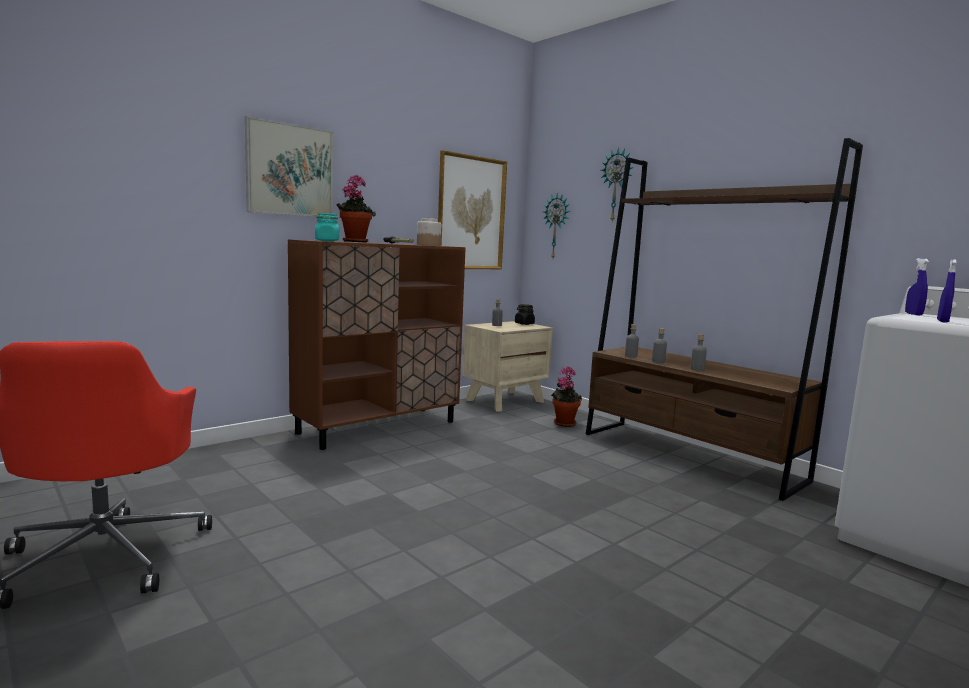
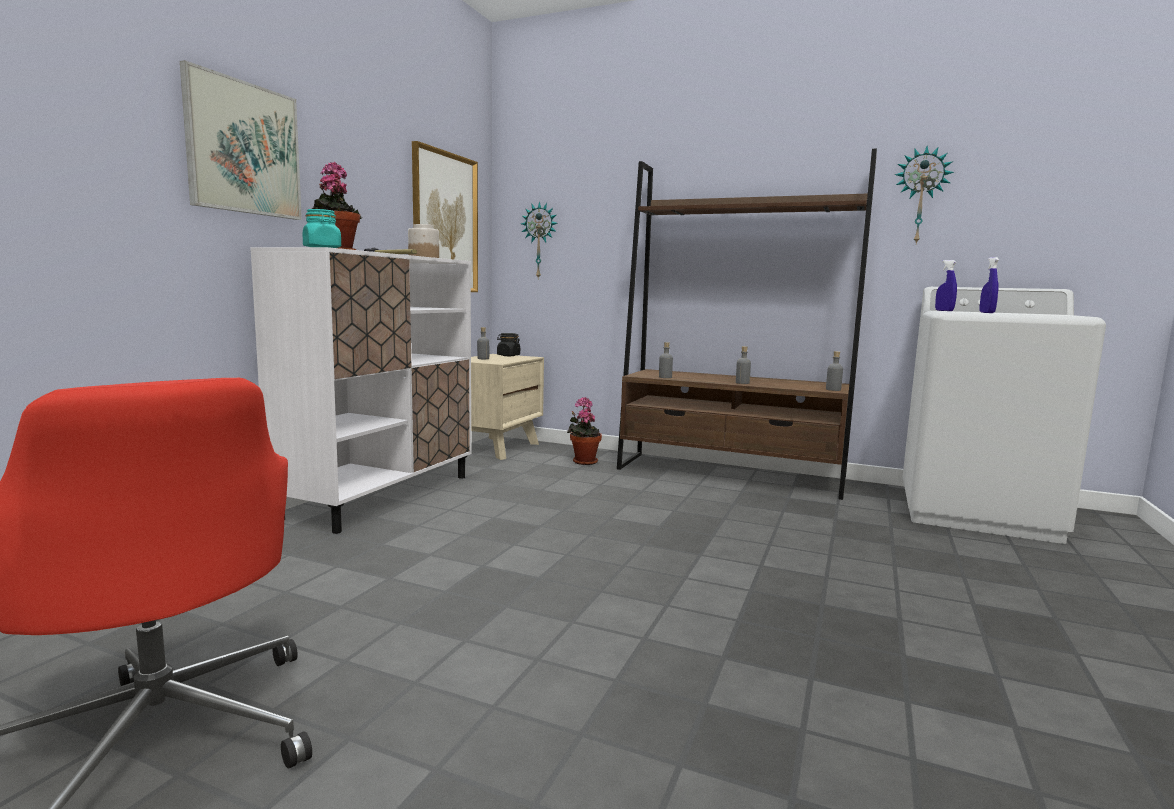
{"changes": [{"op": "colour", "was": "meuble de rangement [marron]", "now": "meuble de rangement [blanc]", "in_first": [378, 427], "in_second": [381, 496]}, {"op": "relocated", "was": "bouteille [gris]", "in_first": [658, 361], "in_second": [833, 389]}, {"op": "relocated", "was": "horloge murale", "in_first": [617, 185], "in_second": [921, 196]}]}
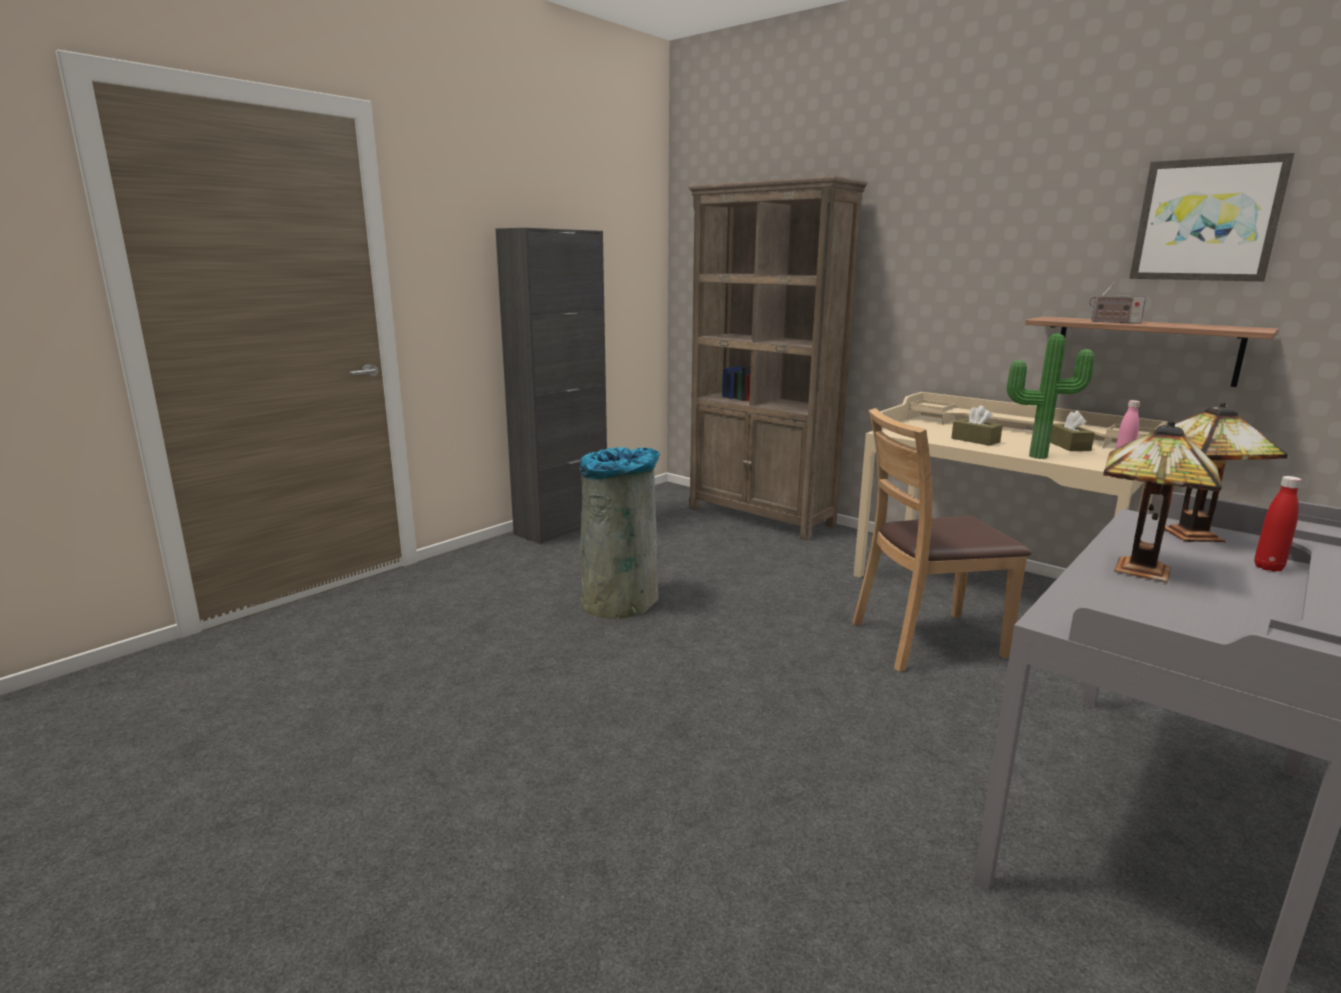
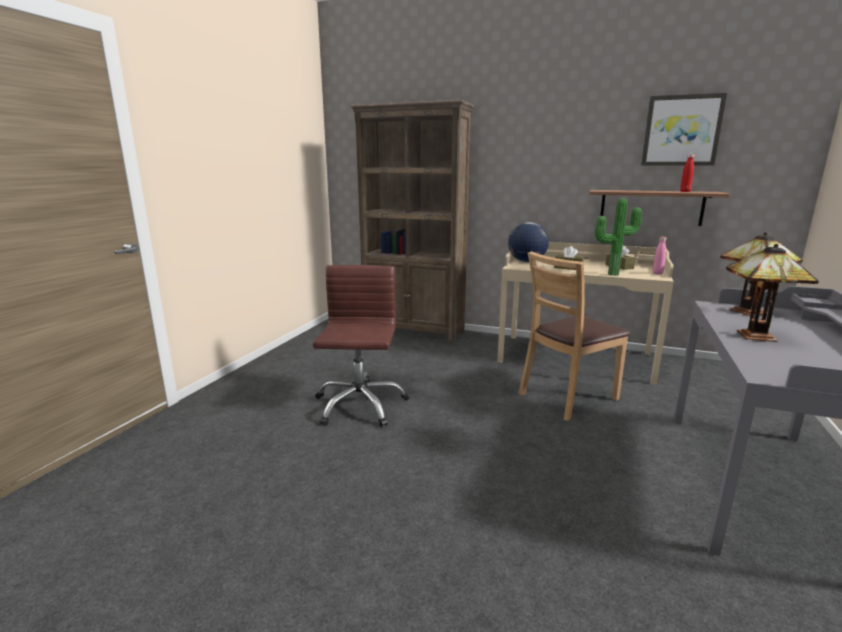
{"changes": [{"op": "exchanged", "was": "poubelle [gris]", "now": "chaise de bureau [marron]", "in_first": [620, 600], "in_second": [359, 405]}, {"op": "appeared", "now": "globe", "in_second": [526, 261]}, {"op": "relocated", "was": "bouteille [rouge]", "in_first": [1268, 567], "in_second": [685, 191]}, {"op": "missing", "was": "meuble de rangement [noir]", "in_first": [562, 527]}, {"op": "missing", "was": "radio", "in_first": [1113, 322]}]}
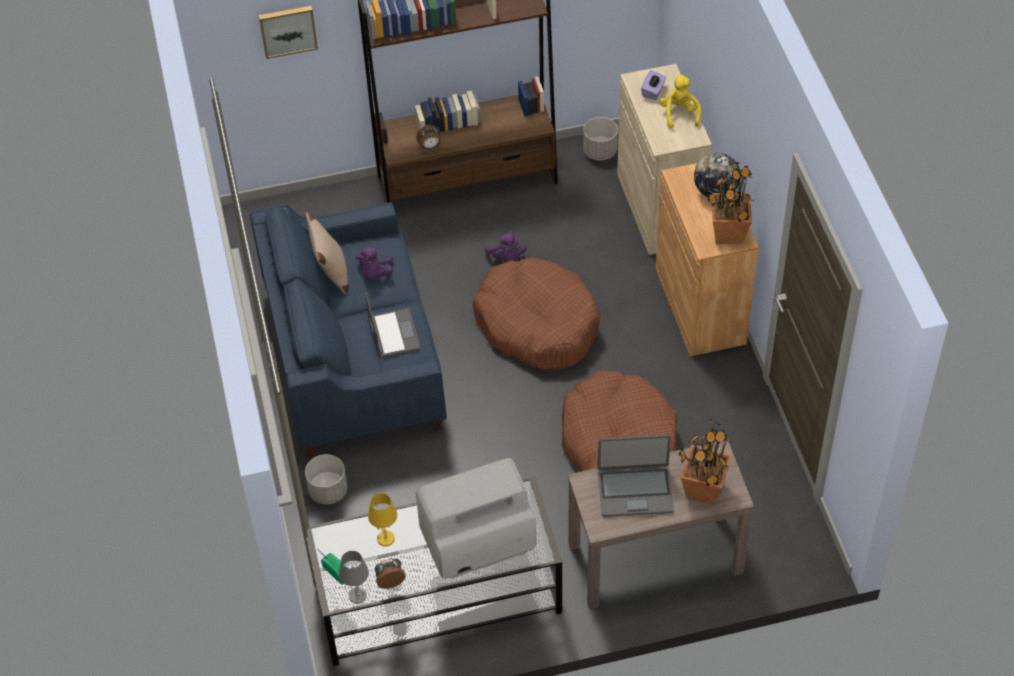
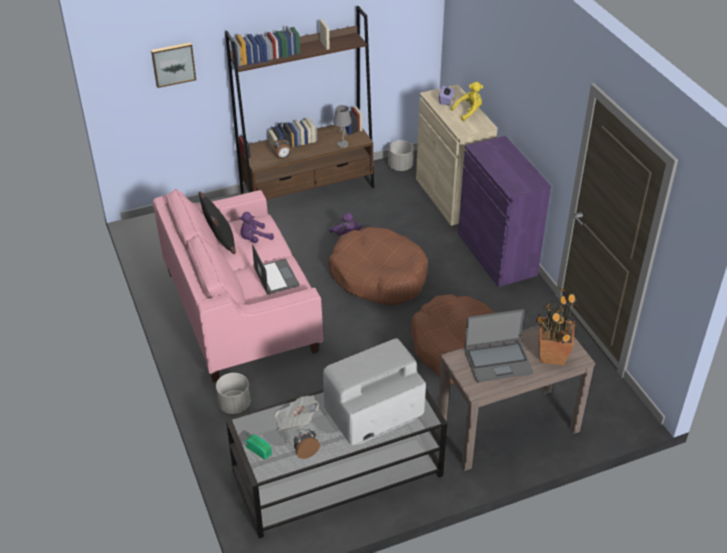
{"changes": [{"op": "colour", "was": "canapé [bleu]", "now": "canapé [rose]", "in_first": [353, 360], "in_second": [241, 311]}, {"op": "colour", "was": "coussin [beige]", "now": "coussin [noir]", "in_first": [331, 274], "in_second": [220, 242]}, {"op": "spun", "was": "peluche [violet]", "in_first": [375, 273], "in_second": [254, 239], "clockwise": 60}, {"op": "exchanged", "was": "lampe de table [jaune]", "now": "journal", "in_first": [385, 539], "in_second": [296, 421]}, {"op": "relocated", "was": "lampe de table [gris]", "in_first": [357, 595], "in_second": [342, 144]}, {"op": "spun", "was": "peluche [jaune]", "in_first": [679, 114], "in_second": [469, 112], "clockwise": 75}, {"op": "colour", "was": "meuble de rangement [marron]", "now": "meuble de rangement [violet]", "in_first": [700, 306], "in_second": [496, 254]}, {"op": "missing", "was": "globe", "in_first": [715, 192]}, {"op": "missing", "was": "plante en pot", "in_first": [728, 234]}]}
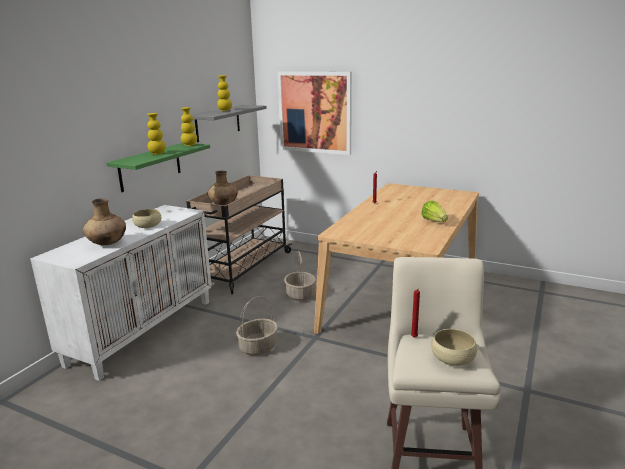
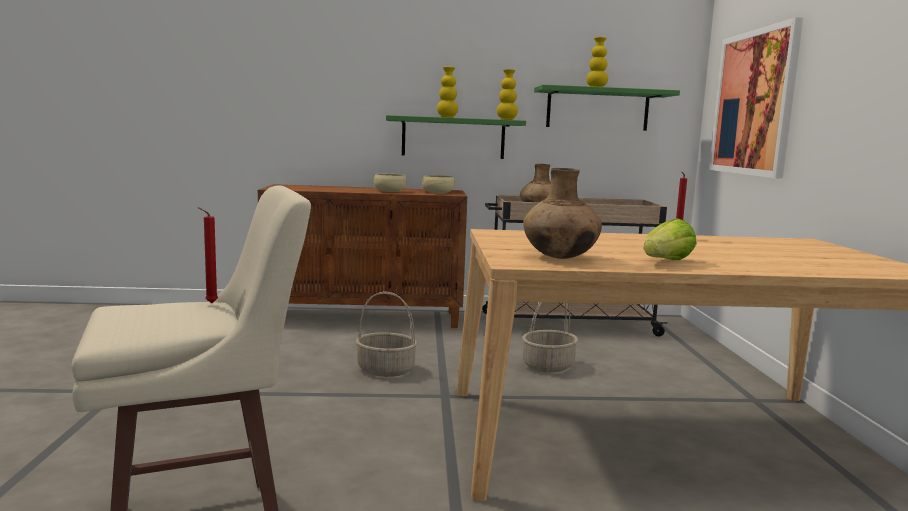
{"changes": [{"op": "colour", "was": "meuble de rangement [blanc]", "now": "meuble de rangement [marron]", "in_first": [143, 330], "in_second": [366, 317]}, {"op": "relocated", "was": "bol [beige]", "in_first": [452, 358], "in_second": [437, 192]}, {"op": "relocated", "was": "vase [marron]", "in_first": [107, 243], "in_second": [560, 257]}, {"op": "colour", "was": "étagère [gris]", "now": "étagère [vert]", "in_first": [218, 123], "in_second": [597, 109]}]}
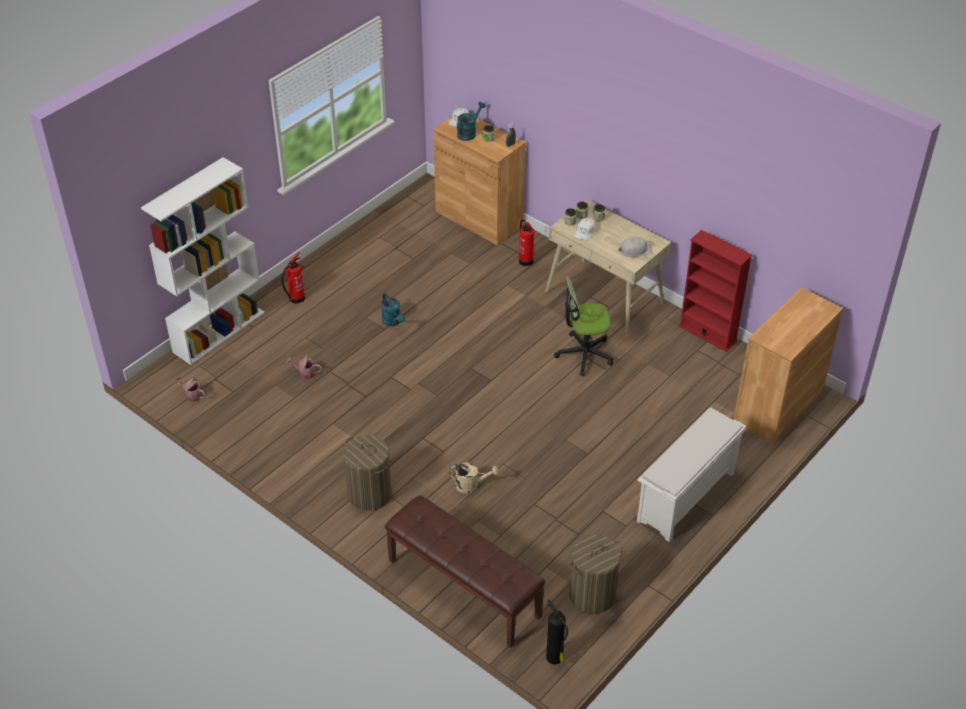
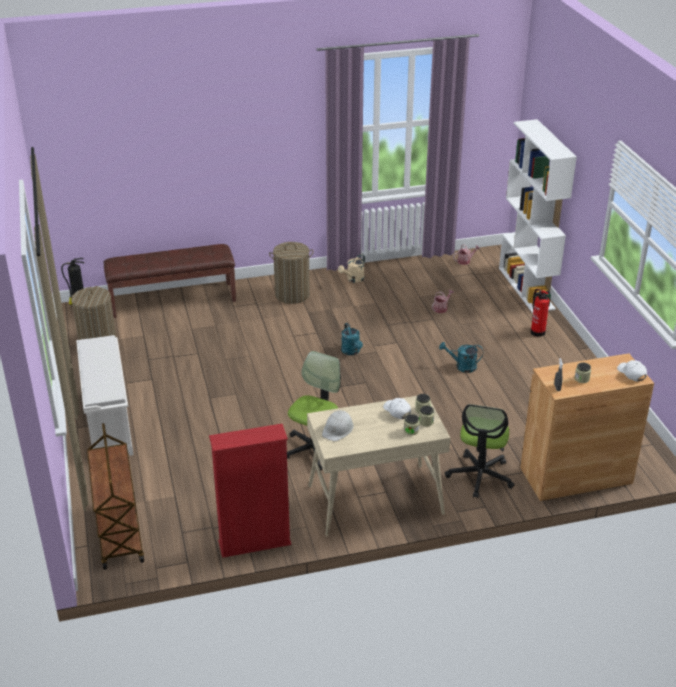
{"changes": [{"op": "exchanged", "was": "meuble de rangement [marron]", "now": "chariot [marron]", "in_first": [778, 407], "in_second": [118, 532]}, {"op": "relocated", "was": "arrosoir [beige]", "in_first": [471, 485], "in_second": [353, 279]}, {"op": "relocated", "was": "arrosoir [turquoise]", "in_first": [469, 133], "in_second": [352, 352]}, {"op": "exchanged", "was": "extincteur", "now": "chaise de bureau", "in_first": [525, 260], "in_second": [480, 476]}]}
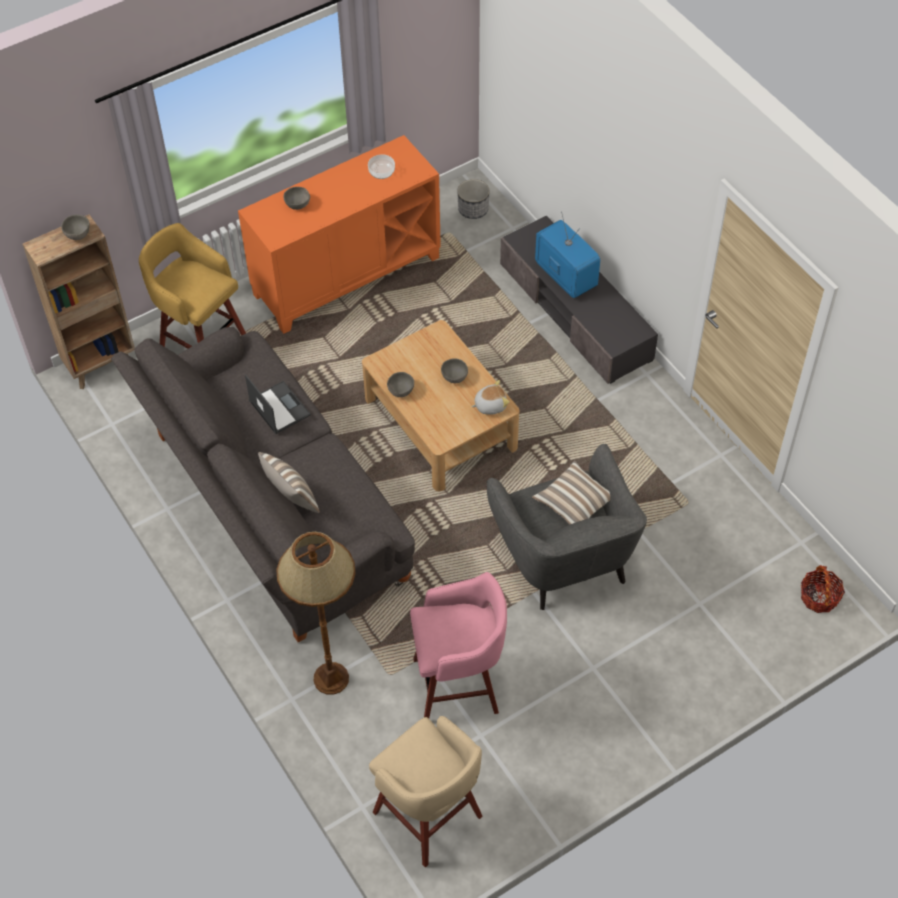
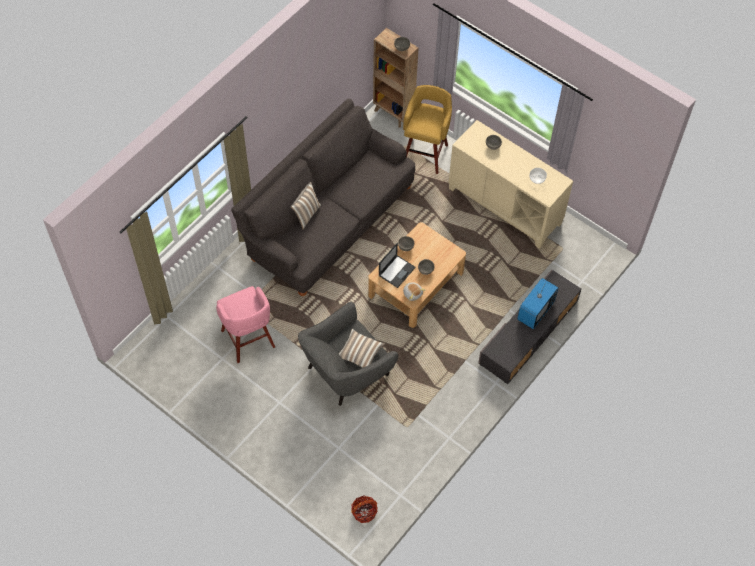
{"changes": [{"op": "relocated", "was": "ordinateur portable", "in_first": [279, 407], "in_second": [397, 271]}, {"op": "colour", "was": "meuble de rangement [orange]", "now": "meuble de rangement [beige]", "in_first": [346, 275], "in_second": [505, 206]}, {"op": "missing", "was": "lampadaire [marron]", "in_first": [331, 678]}, {"op": "missing", "was": "tabouret [beige]", "in_first": [429, 817]}, {"op": "missing", "was": "cache-pot", "in_first": [473, 209]}]}
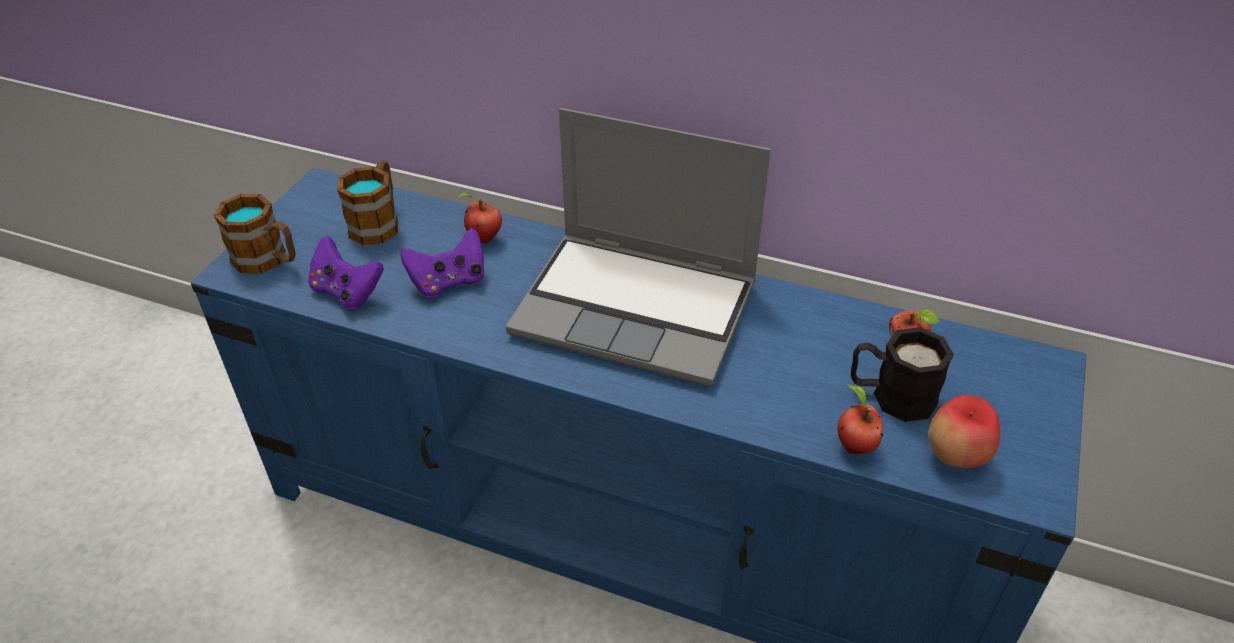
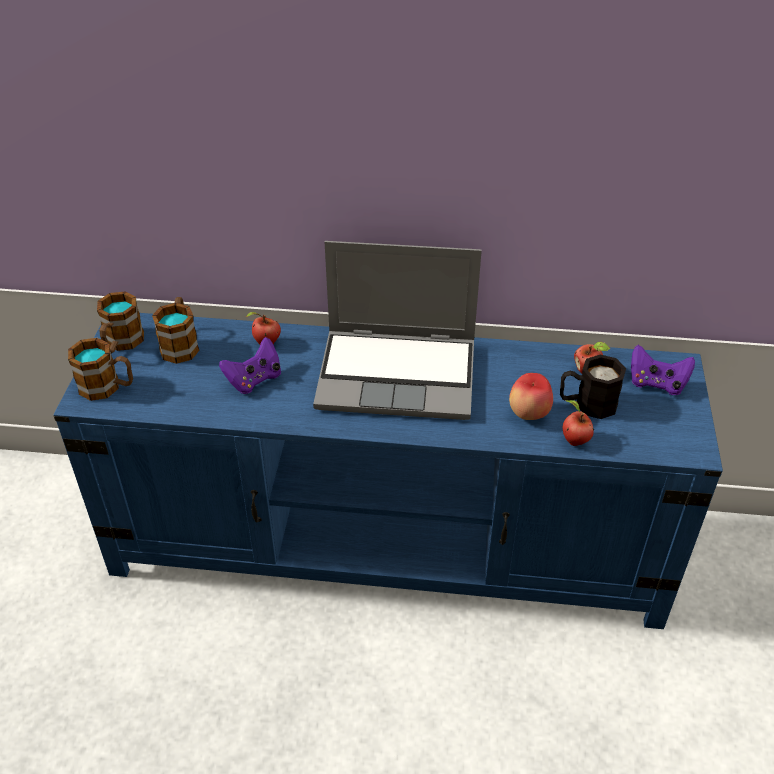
{"changes": [{"op": "appeared", "now": "mug", "in_second": [121, 343]}, {"op": "relocated", "was": "pomme", "in_first": [956, 457], "in_second": [528, 414]}, {"op": "relocated", "was": "manette [violet]", "in_first": [347, 292], "in_second": [656, 383]}]}
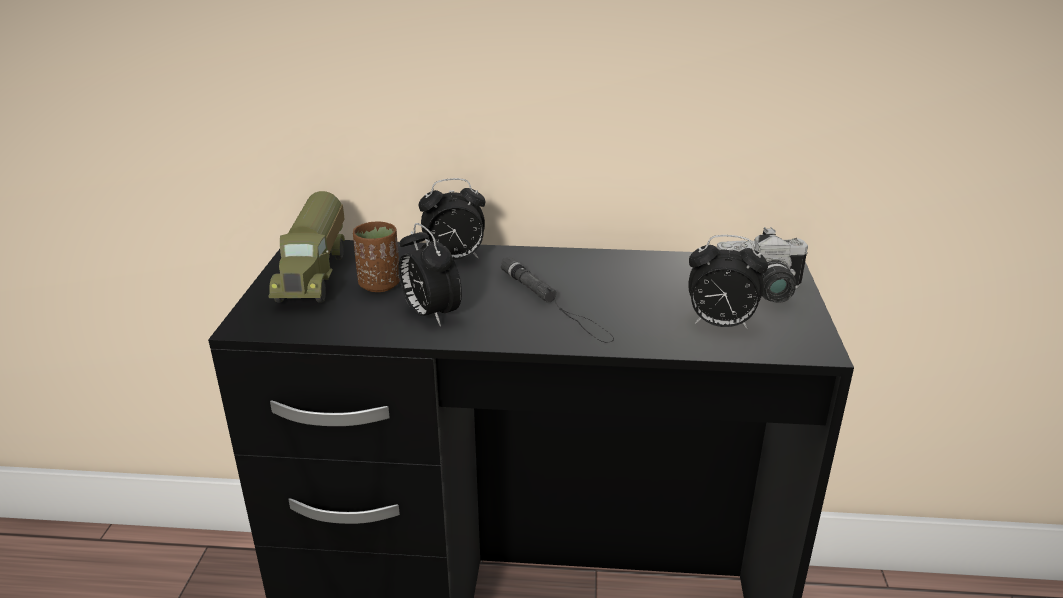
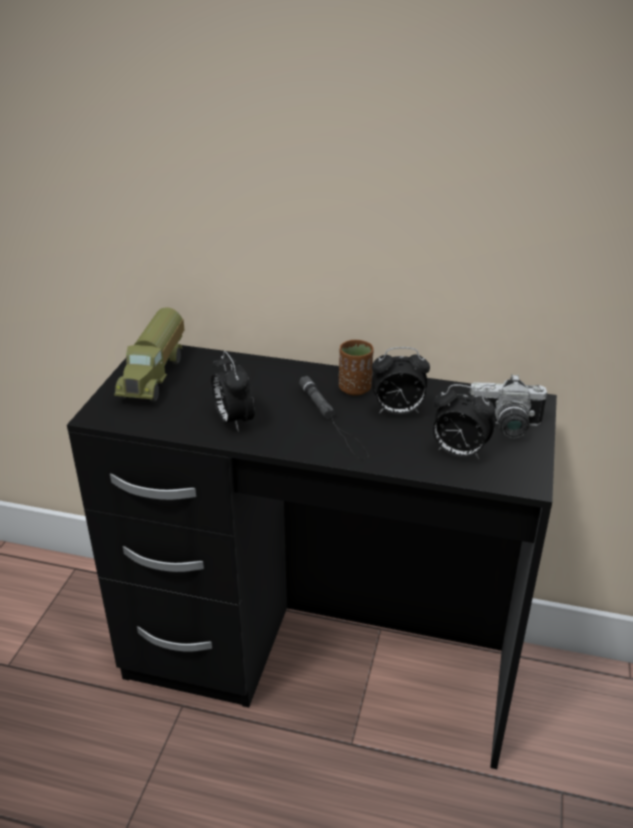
{"changes": [{"op": "relocated", "was": "tasse [marron]", "in_first": [379, 285], "in_second": [355, 389]}, {"op": "relocated", "was": "réveil", "in_first": [454, 259], "in_second": [397, 412]}]}
